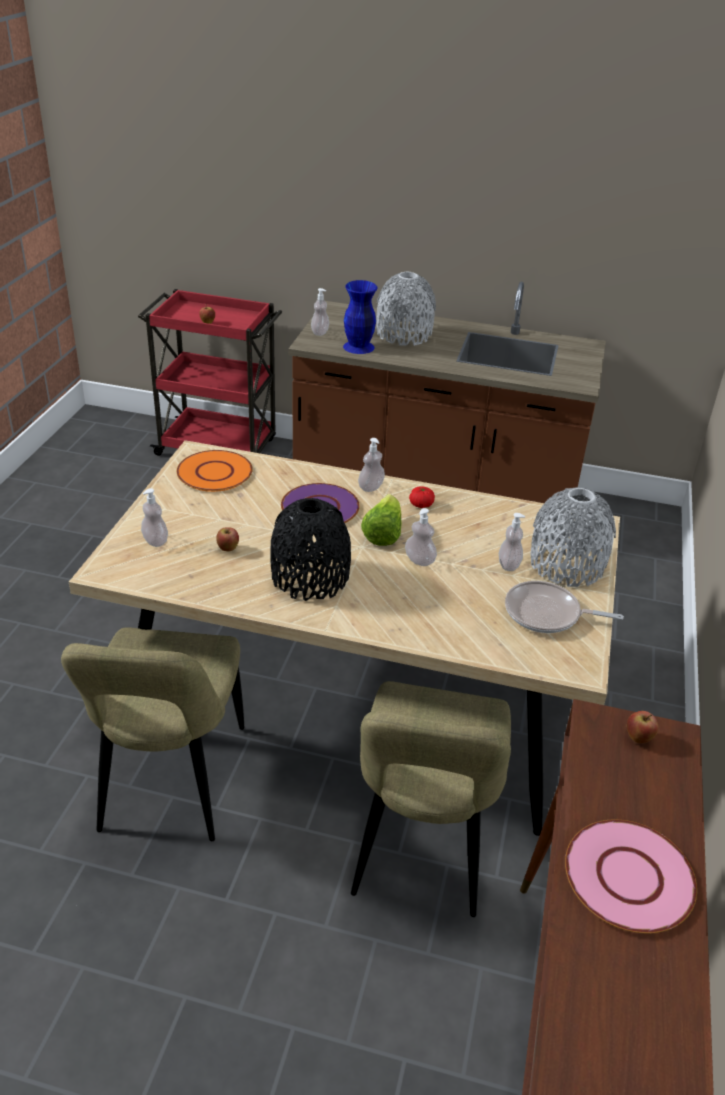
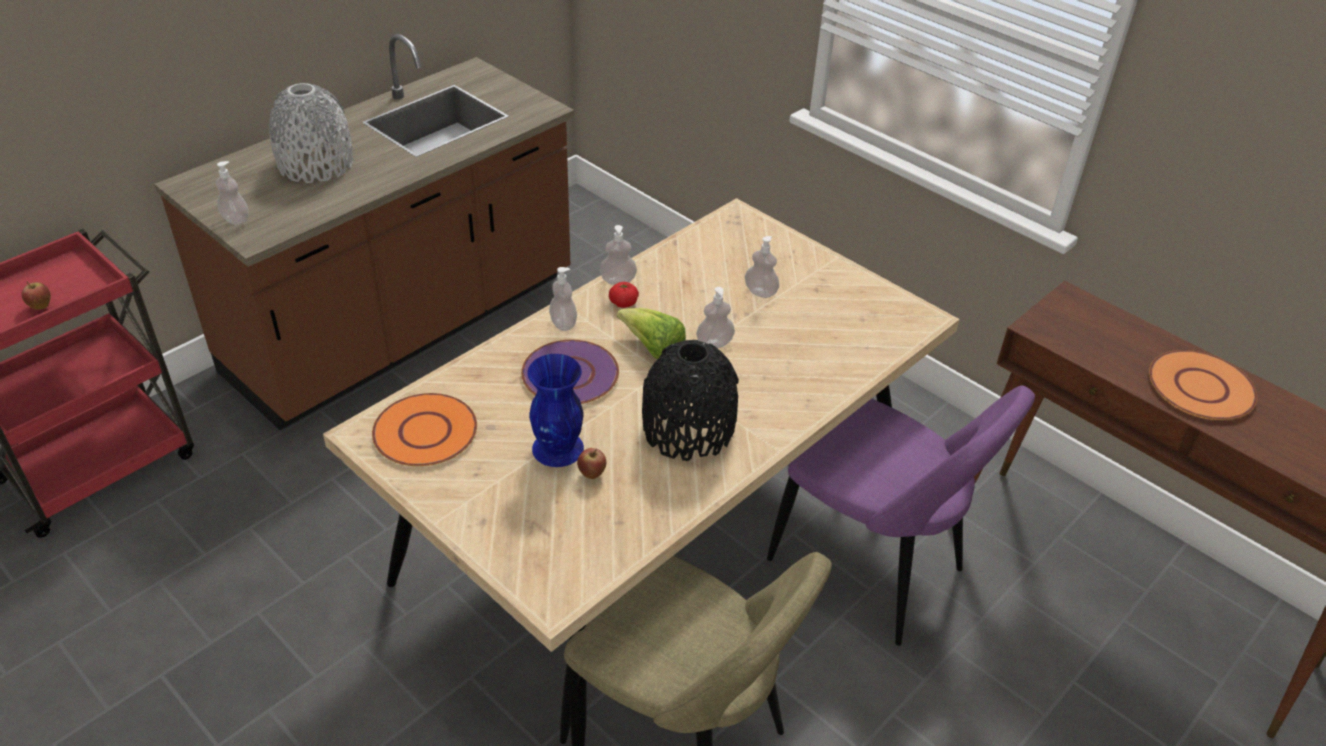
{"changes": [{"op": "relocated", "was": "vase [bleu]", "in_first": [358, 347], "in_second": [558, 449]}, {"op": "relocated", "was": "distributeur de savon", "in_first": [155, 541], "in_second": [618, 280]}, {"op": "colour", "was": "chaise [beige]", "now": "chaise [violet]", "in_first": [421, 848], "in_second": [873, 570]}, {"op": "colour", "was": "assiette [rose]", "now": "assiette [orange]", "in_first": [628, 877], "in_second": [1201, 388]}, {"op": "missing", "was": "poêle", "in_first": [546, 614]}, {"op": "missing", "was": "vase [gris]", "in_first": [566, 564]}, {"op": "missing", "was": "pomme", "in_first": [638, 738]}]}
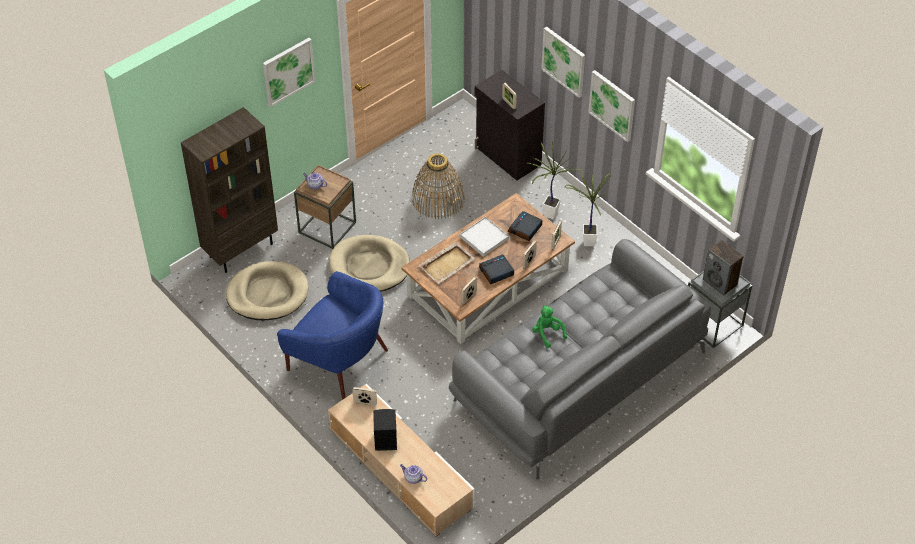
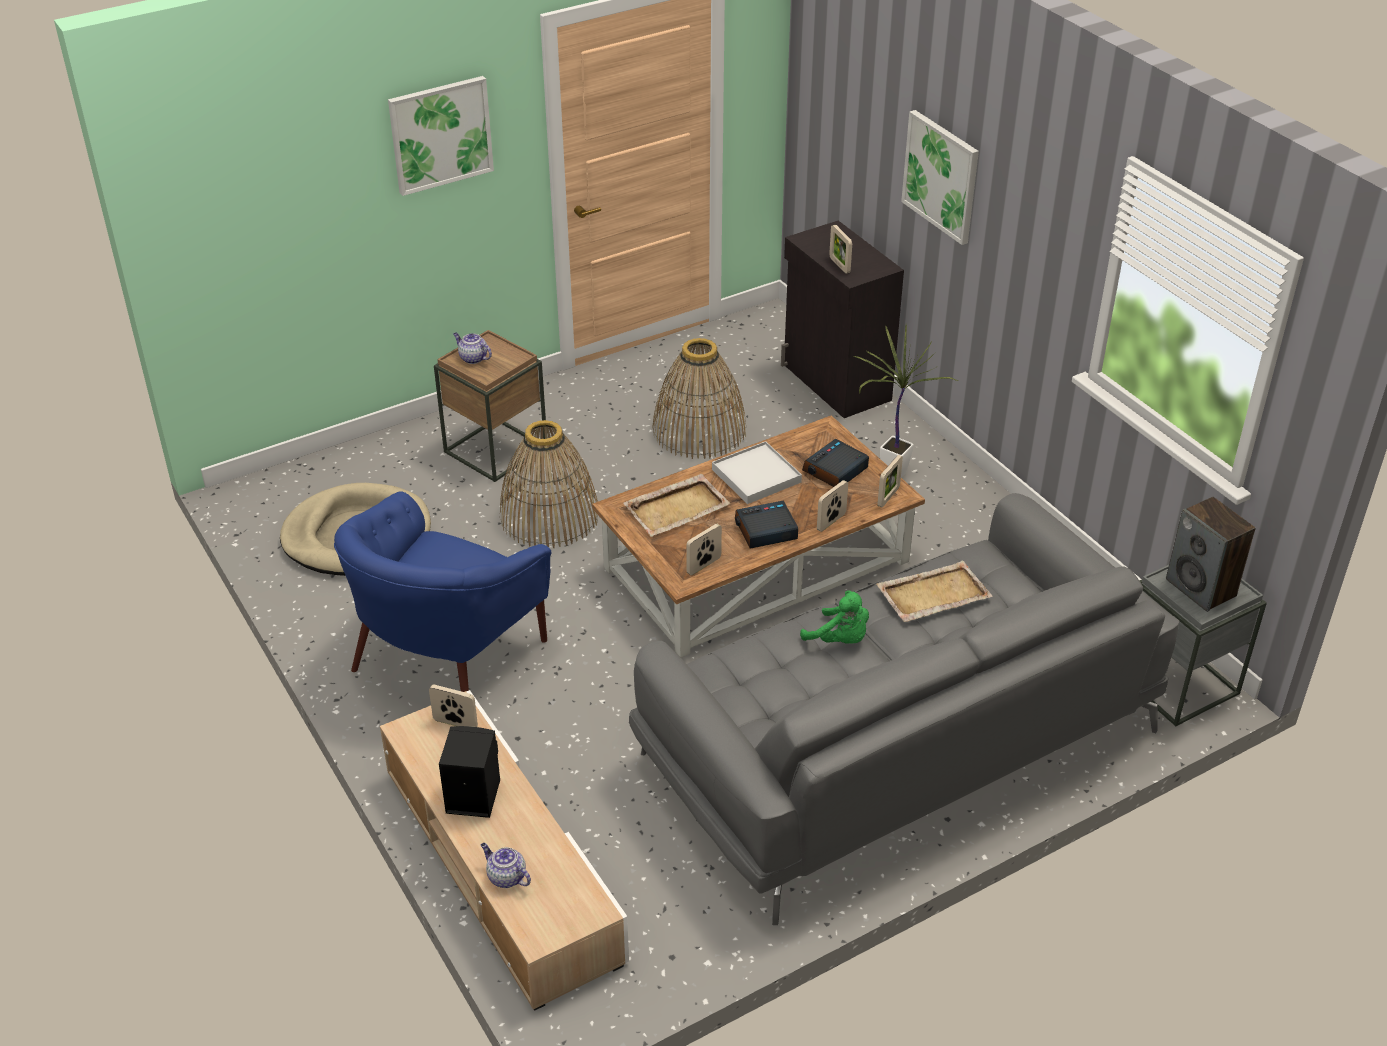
{"changes": [{"op": "spun", "was": "fauteuil [bleu]", "in_first": [339, 359], "in_second": [447, 655], "clockwise": 75}, {"op": "exchanged", "was": "panier pour chien [beige]", "now": "panier", "in_first": [369, 267], "in_second": [549, 515]}, {"op": "spun", "was": "peluche [vert]", "in_first": [547, 333], "in_second": [839, 640], "clockwise": 150}, {"op": "appeared", "now": "plateau [beige]", "in_second": [932, 594]}, {"op": "missing", "was": "bibliothèque [marron]", "in_first": [241, 249]}, {"op": "missing", "was": "plante en pot", "in_first": [586, 241]}, {"op": "missing", "was": "tableau", "in_first": [612, 105]}]}
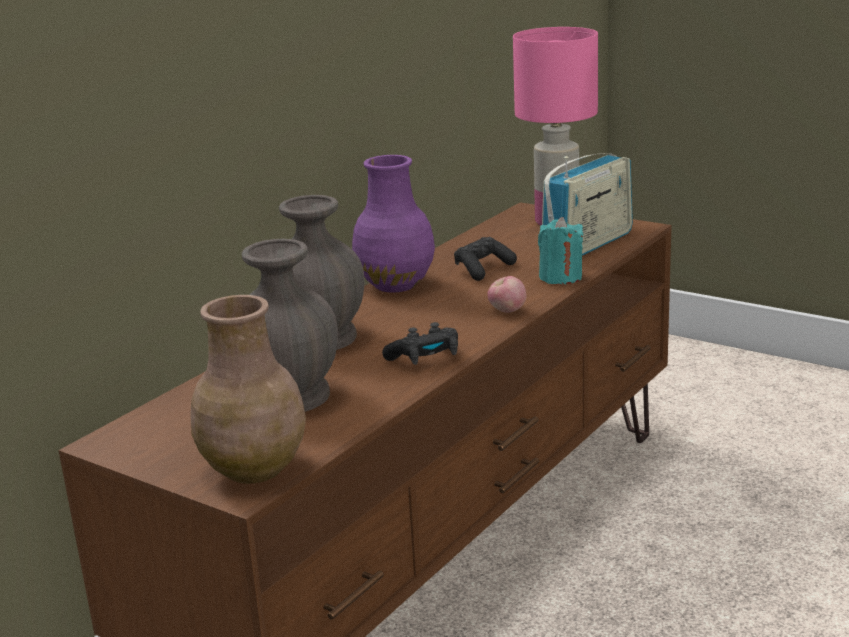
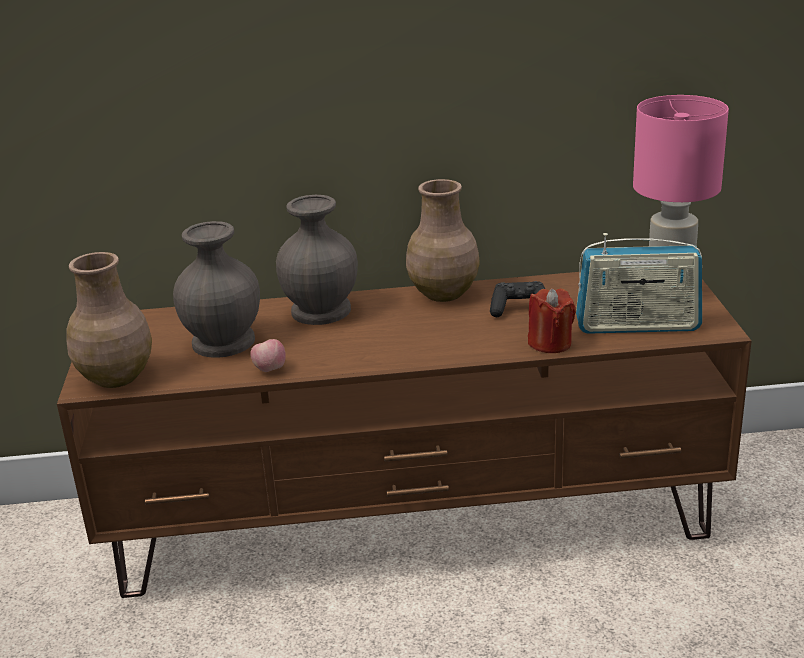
{"changes": [{"op": "relocated", "was": "pomme", "in_first": [507, 311], "in_second": [269, 369]}, {"op": "colour", "was": "vase [violet]", "now": "vase [marron]", "in_first": [396, 285], "in_second": [443, 294]}, {"op": "colour", "was": "bougie [turquoise]", "now": "bougie [rouge]", "in_first": [560, 277], "in_second": [550, 343]}, {"op": "missing", "was": "manette [noir]", "in_first": [425, 359]}]}
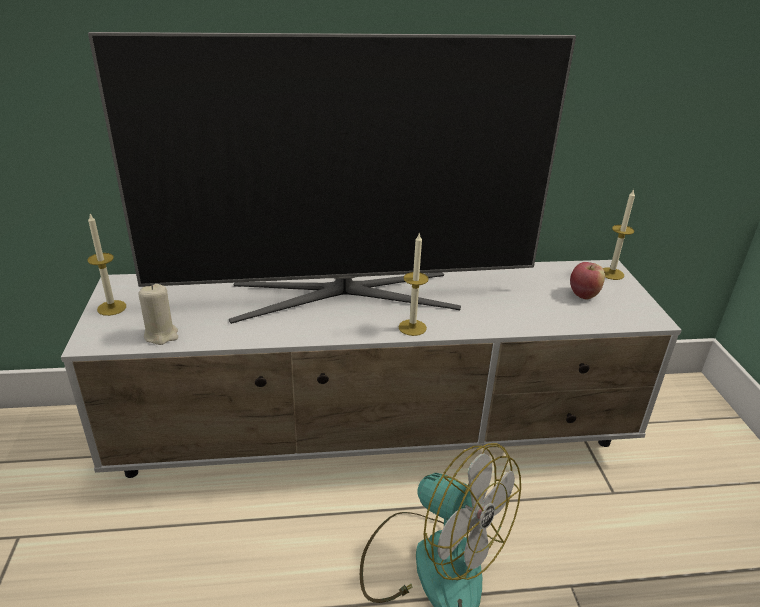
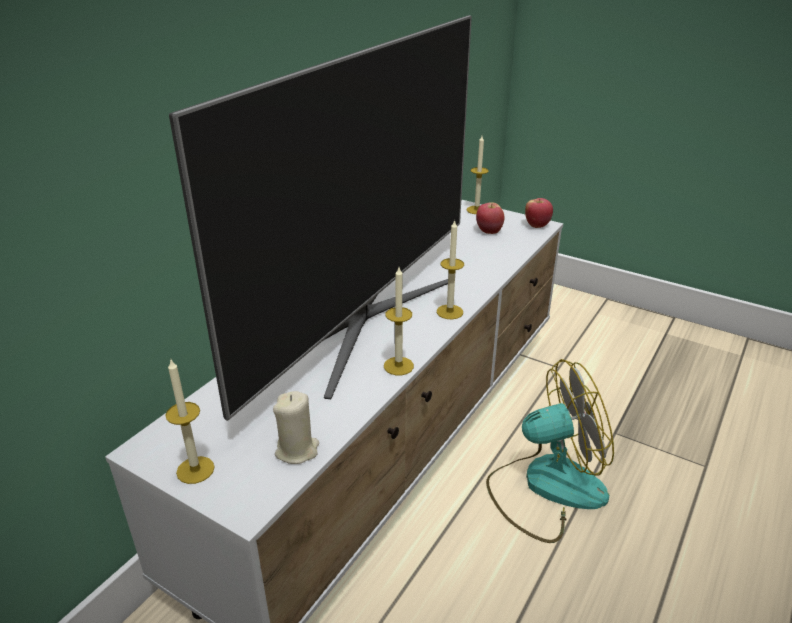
{"changes": [{"op": "appeared", "now": "bougie", "in_second": [398, 366]}, {"op": "appeared", "now": "pomme", "in_second": [537, 225]}]}
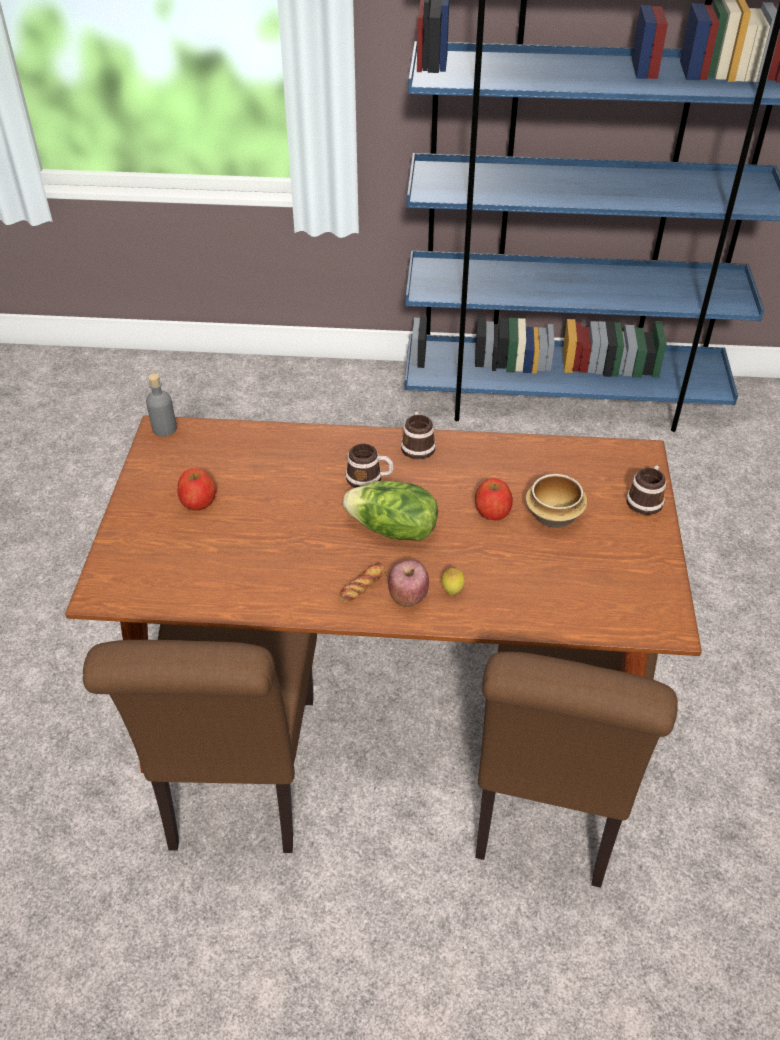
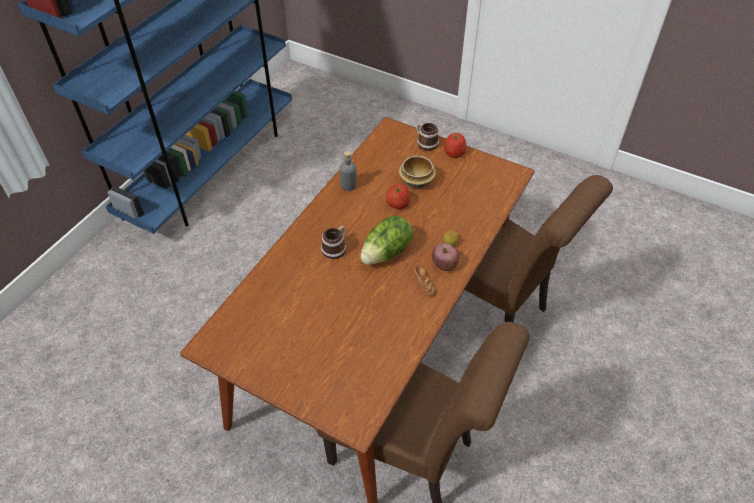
{"changes": [{"op": "relocated", "was": "bouteille [gris]", "in_first": [164, 429], "in_second": [348, 185]}, {"op": "relocated", "was": "pomme", "in_first": [198, 501], "in_second": [454, 152]}, {"op": "missing", "was": "mug", "in_first": [417, 445]}]}
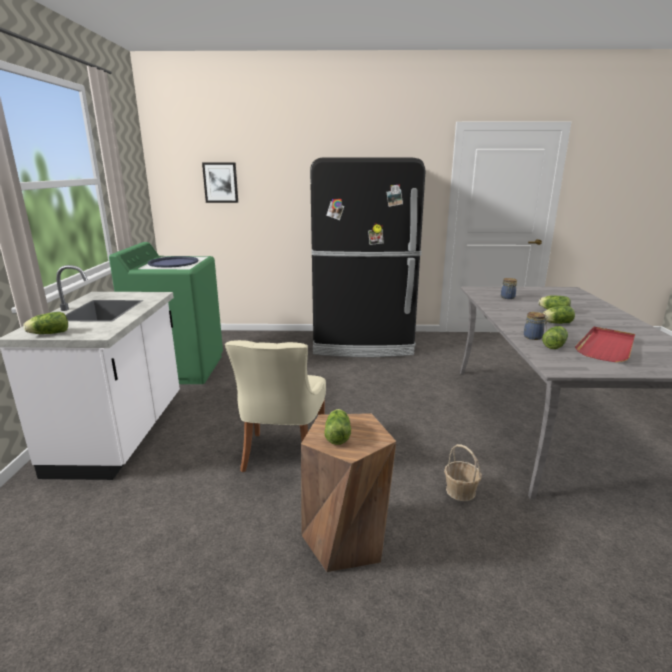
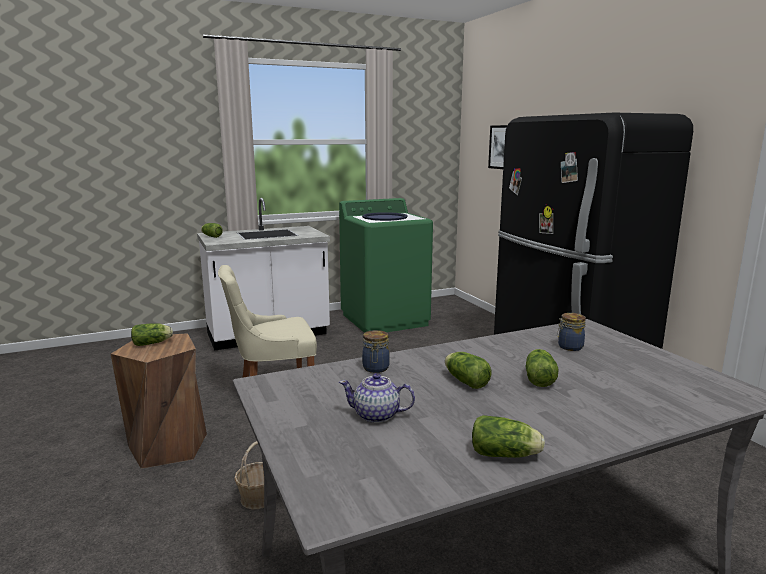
{"changes": [{"op": "exchanged", "was": "plateau [rouge]", "now": "théière", "in_first": [606, 347], "in_second": [377, 415]}, {"op": "relocated", "was": "laitue", "in_first": [555, 345], "in_second": [506, 455]}]}
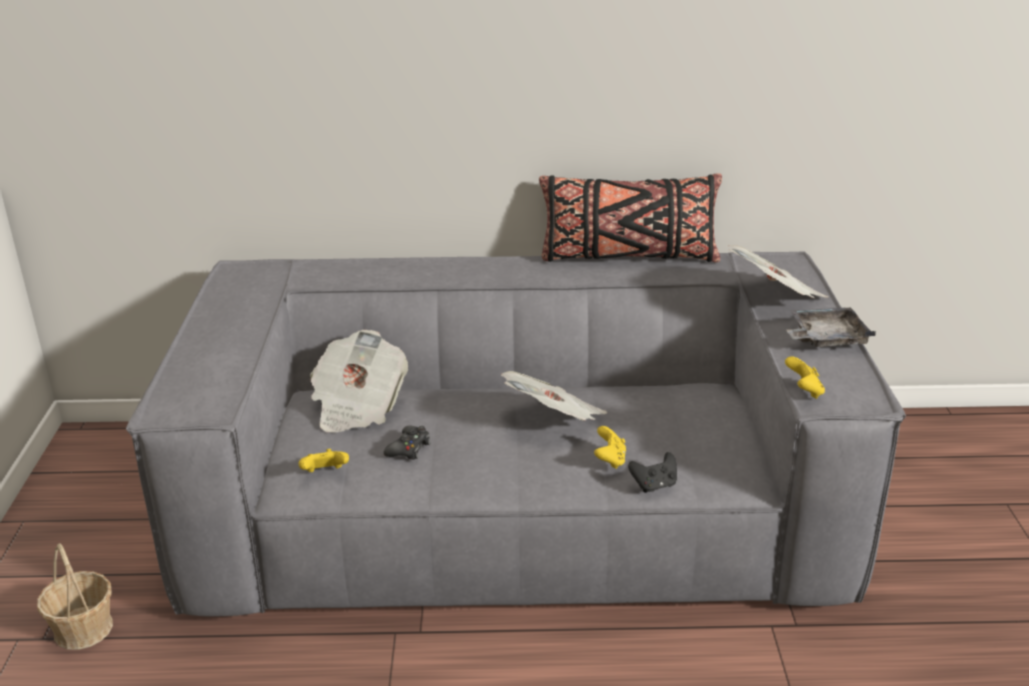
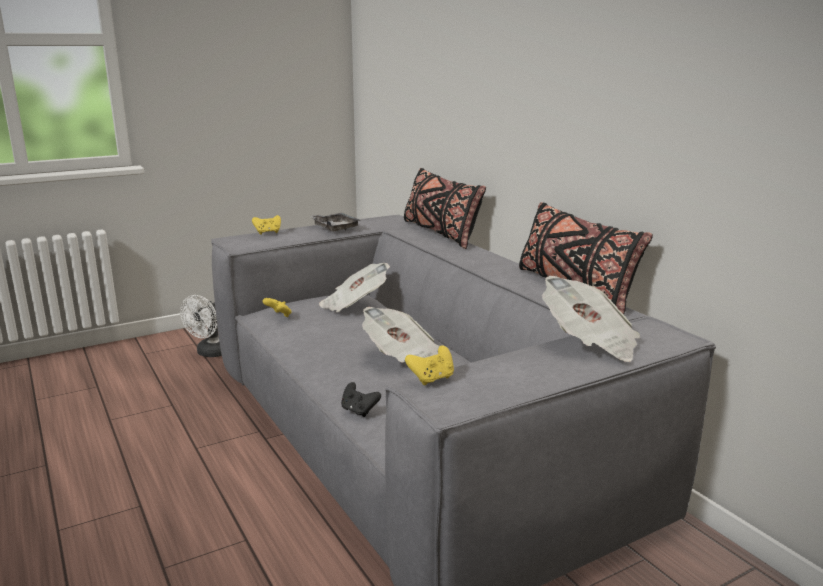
{"changes": [{"op": "exchanged", "was": "panier", "now": "ventilateur [blanc]", "in_first": [83, 628], "in_second": [210, 353]}, {"op": "relocated", "was": "manette [jaune]", "in_first": [610, 460], "in_second": [268, 233]}, {"op": "relocated", "was": "plateau [gris]", "in_first": [826, 338], "in_second": [335, 228]}, {"op": "appeared", "now": "coussin [noir]", "in_second": [440, 233]}, {"op": "missing", "was": "manette [noir]", "in_first": [409, 449]}]}
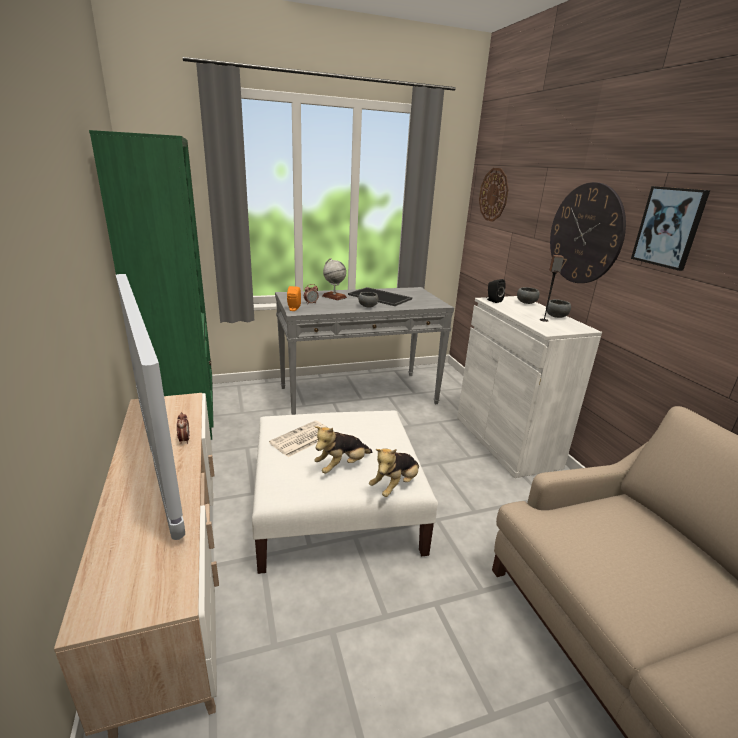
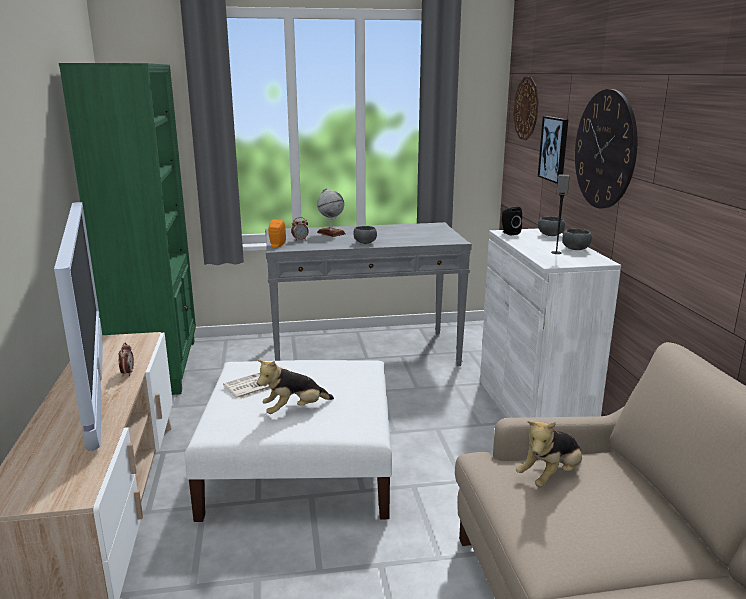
{"changes": [{"op": "relocated", "was": "peluche", "in_first": [395, 486], "in_second": [550, 476]}, {"op": "relocated", "was": "tableau", "in_first": [669, 227], "in_second": [554, 149]}, {"op": "missing", "was": "plateau", "in_first": [381, 297]}]}
